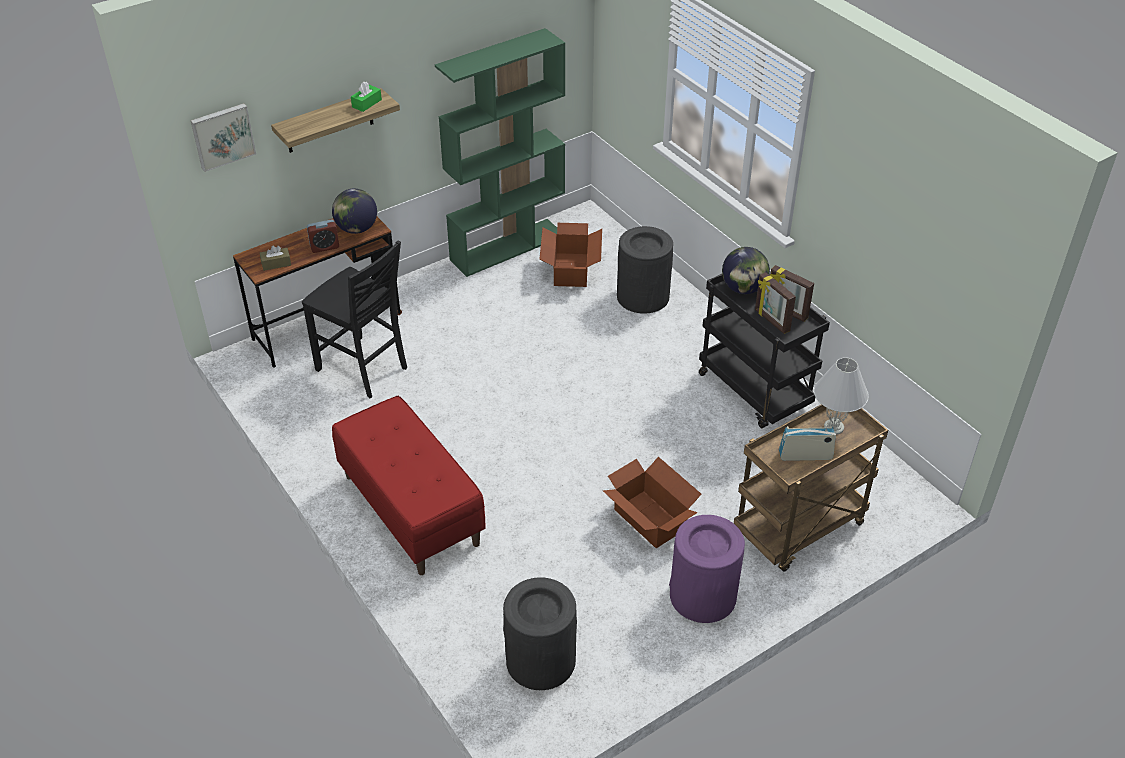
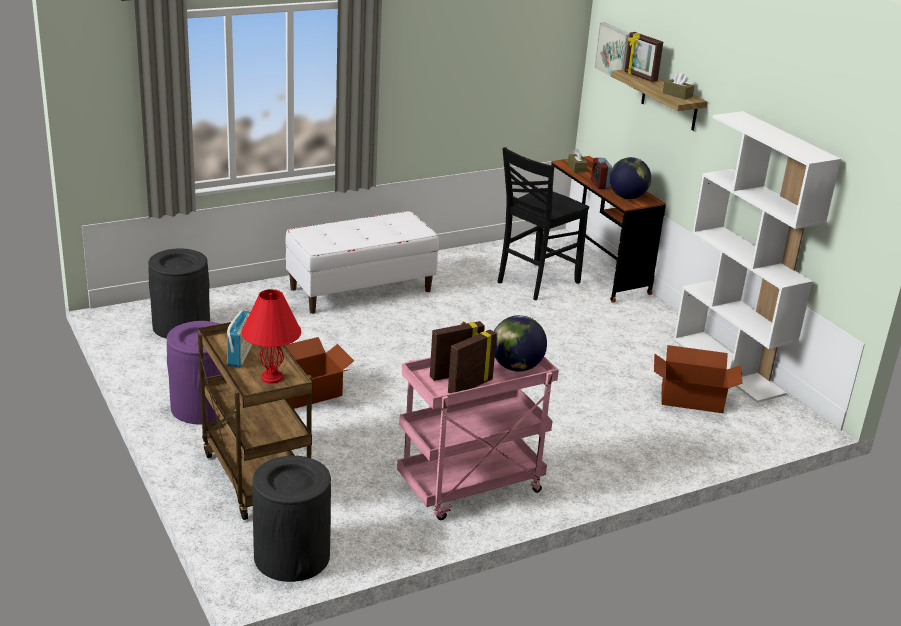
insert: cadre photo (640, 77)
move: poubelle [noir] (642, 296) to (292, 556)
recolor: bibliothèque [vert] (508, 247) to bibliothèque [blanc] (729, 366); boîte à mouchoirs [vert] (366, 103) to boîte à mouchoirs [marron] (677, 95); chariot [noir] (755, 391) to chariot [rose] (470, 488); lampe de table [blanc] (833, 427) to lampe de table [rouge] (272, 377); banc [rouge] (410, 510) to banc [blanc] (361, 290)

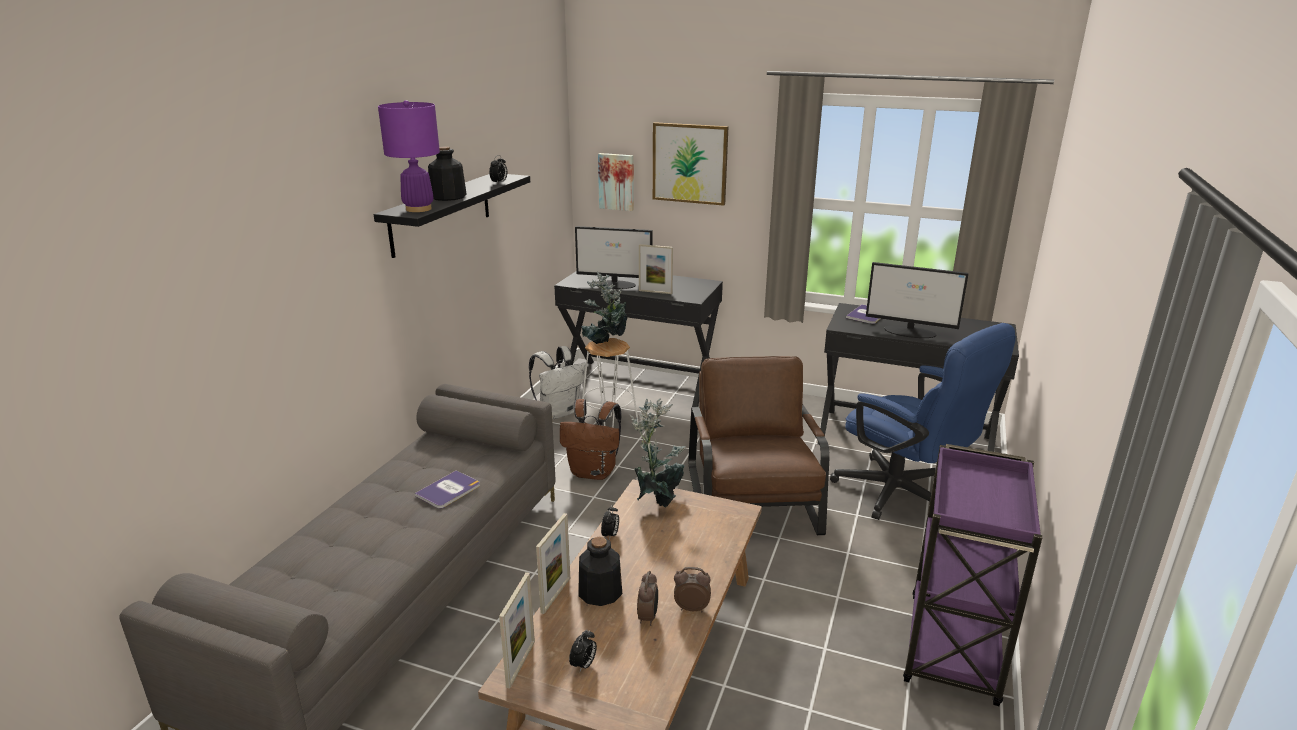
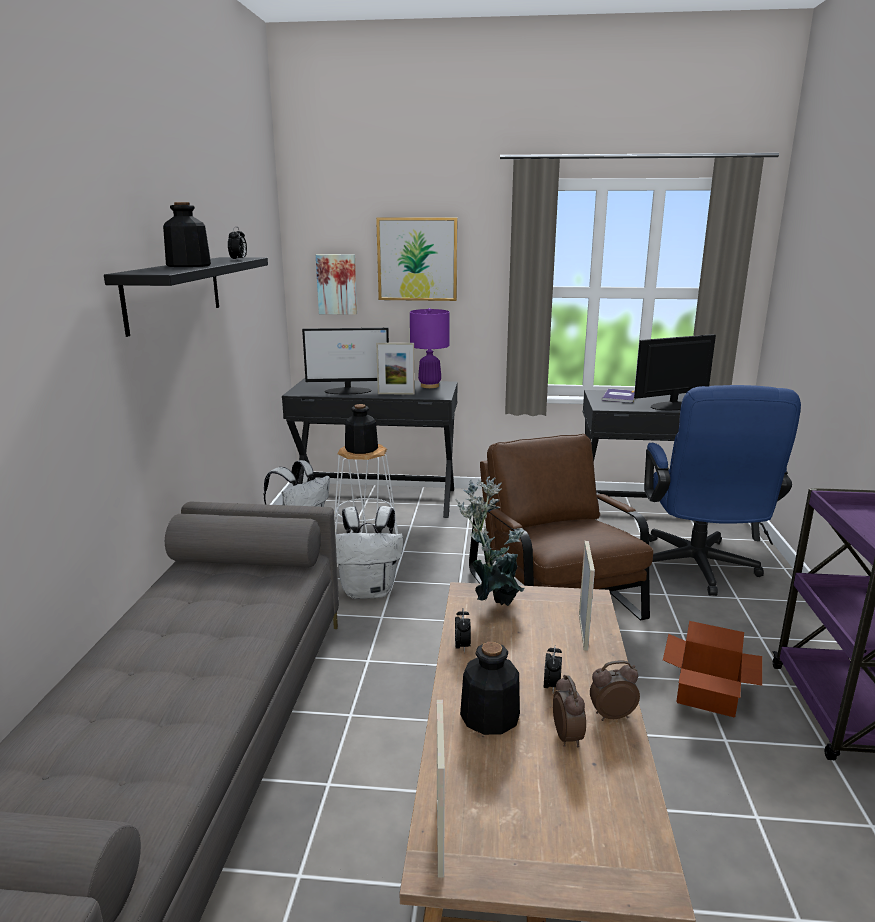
delete: livre (448, 490)
insert: carton (705, 695)
move: lampe de table [violet] (419, 209) to (429, 386); cadre photo (556, 595) to (583, 632); réveil (583, 665) to (551, 686)
replace: plante en pot (606, 345) to bouteille (361, 449)
recolor: sac à dos [marron] (594, 472) to sac à dos [blanc] (369, 591)
rotate: écran d'ordinateur (910, 332) = (672, 406) 150 degrees clockwise; chaise de bureau [bleu] (904, 496) = (698, 570) 60 degrees clockwise

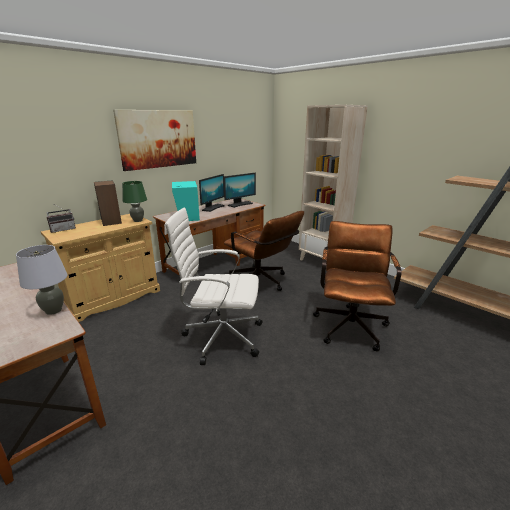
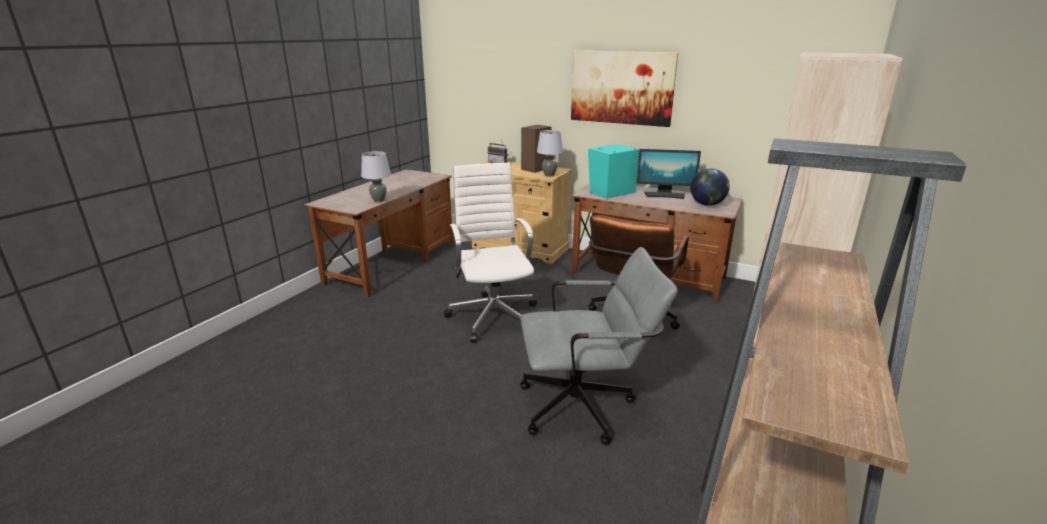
replace: écran d'ordinateur (240, 204) to globe (707, 204)
recolor: lampe de table [vert] (138, 220) to lampe de table [gris] (549, 175); chaise de bureau [marron] (350, 323) to chaise de bureau [gris] (586, 406)

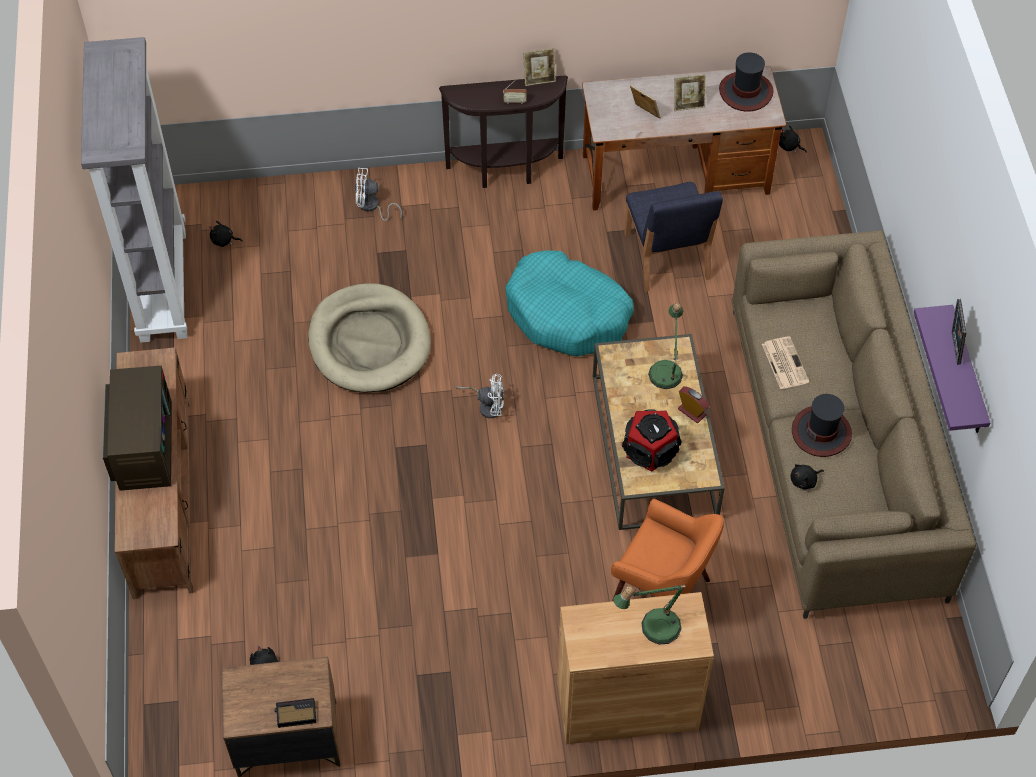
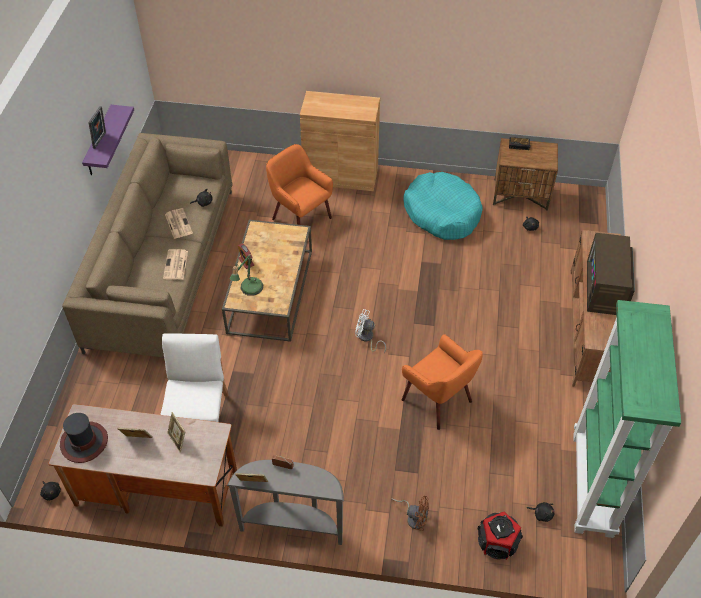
delete: lampe de table (653, 627)
move: panier pour chien [turquoise] (567, 314) to (442, 213); enceinte (650, 450) to (497, 543)
replace: panier pour chien [beige] (369, 342) to fauteuil [orange] (438, 400); chapeau (821, 432) to journal (178, 223)
recolor: bibliothèque [gris] (162, 284) to bibliothèque [vert] (593, 485); table console [marron] (506, 172) to table console [gris] (293, 525); ventilateur [blanc] (371, 207) to ventilateur [marron] (414, 517); chaise [bleu] (666, 257) to chaise [blanc] (199, 417)

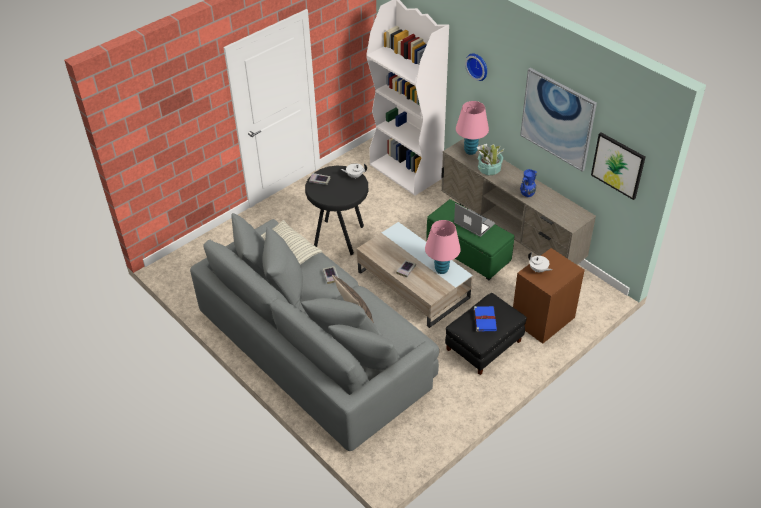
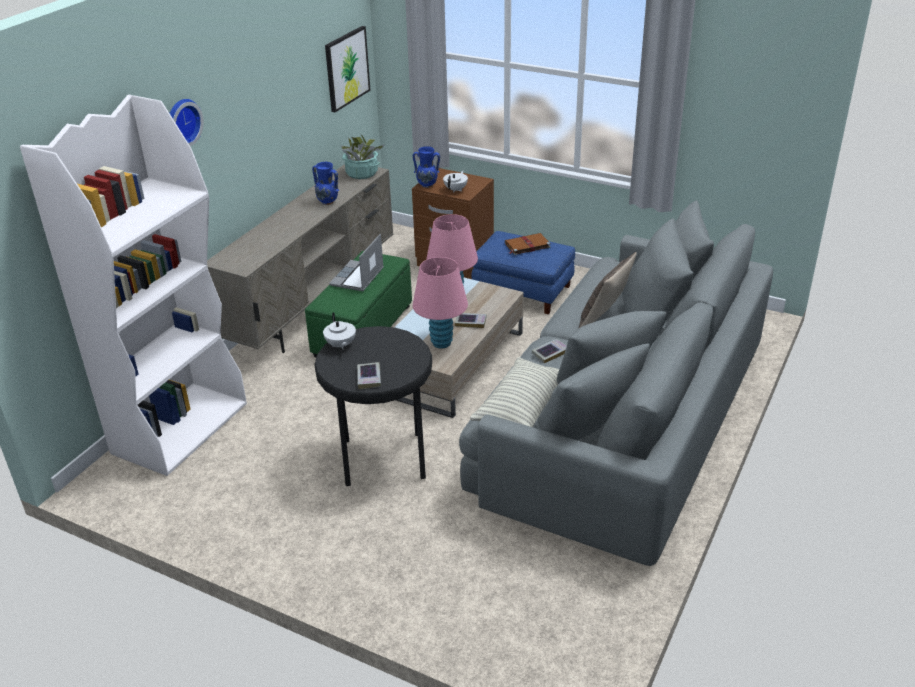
delete: tableau (557, 119)
insert: vase [bleu] (427, 185)
move: lampe de table [rose] (470, 151) to (441, 343); plante en pot (489, 169) to (361, 173)
recolor: pouf [noir] (484, 345) to pouf [bleu] (523, 291); livre [bleu] (485, 319) to livre [marron] (526, 245)

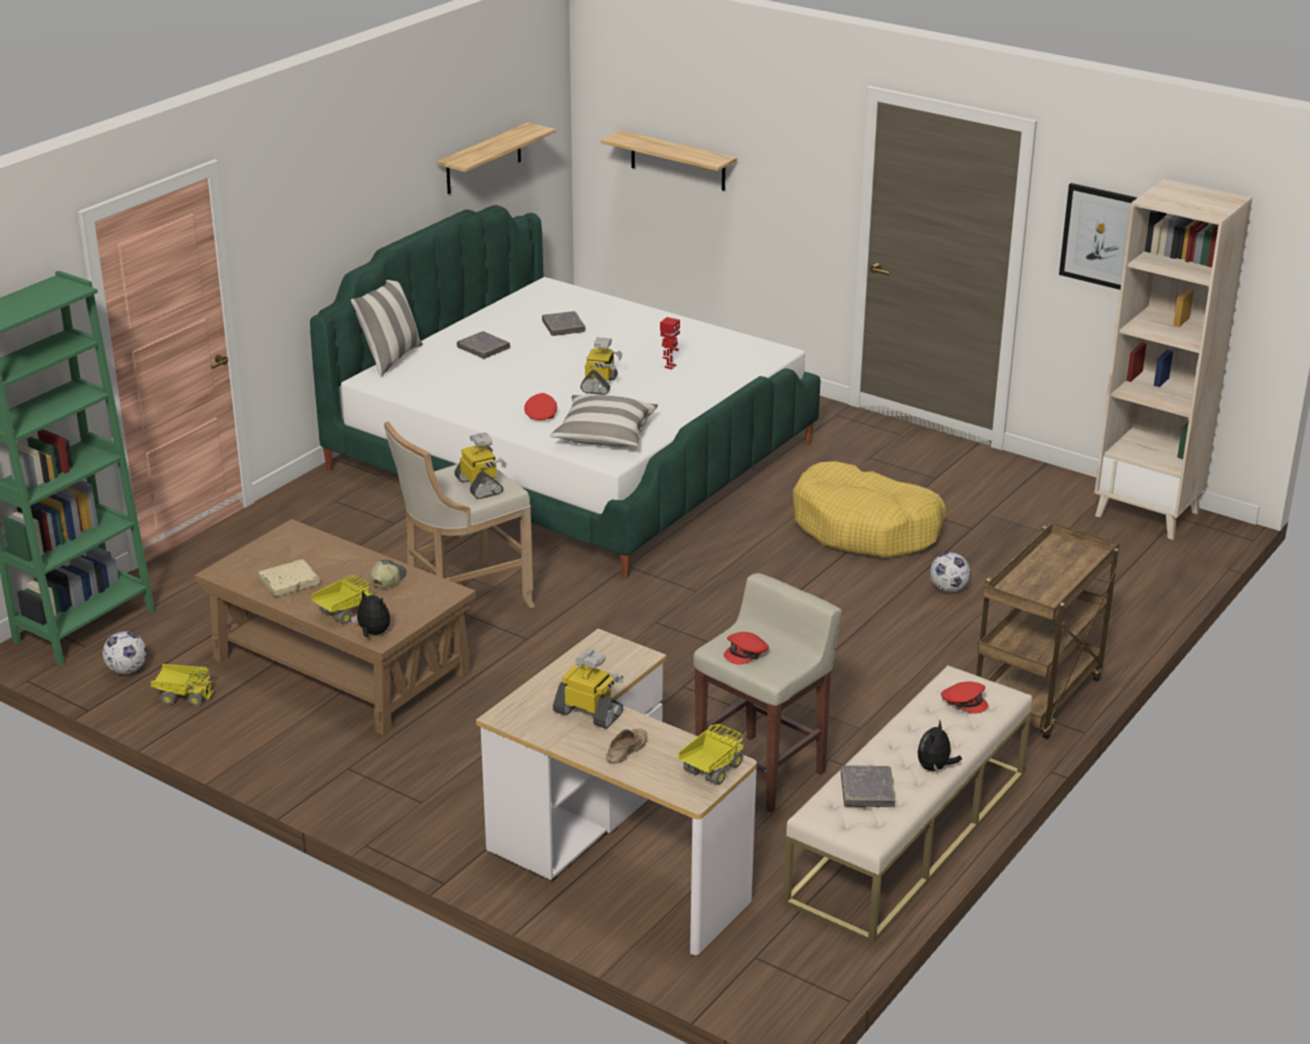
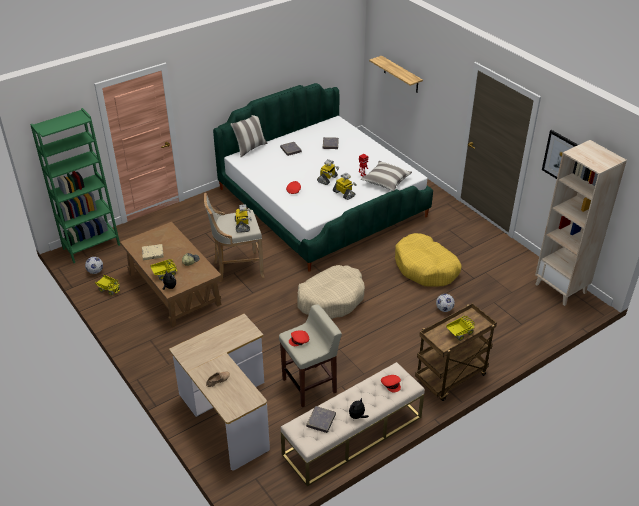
delete: étagère (483, 159)
insert: panier pour chien [beige] (331, 299)
move: coussin (604, 435) to (386, 181); robot jouet (589, 713) to (344, 194); camion jouet (711, 770) to (459, 333)

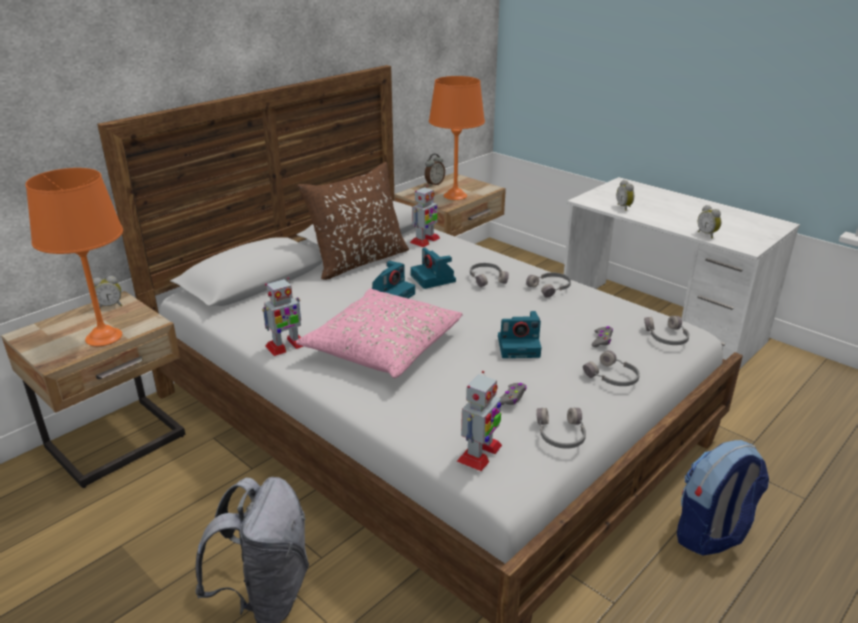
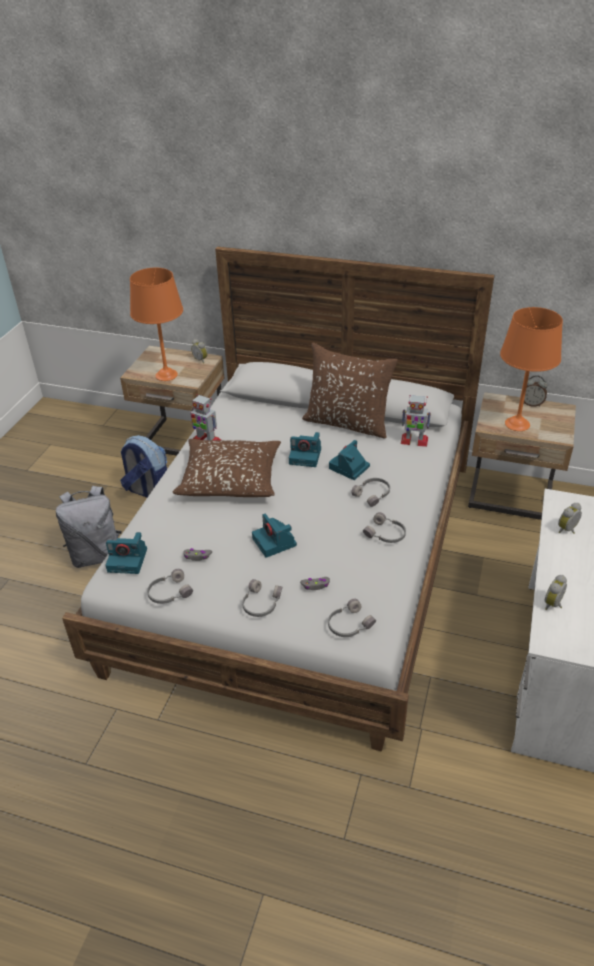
move: sac à dos (711, 534) to (149, 493)
replace: robot jouet (479, 453) to appareil photo (128, 560)
recolor: coussin [rose] (383, 346) to coussin [marron] (230, 479)

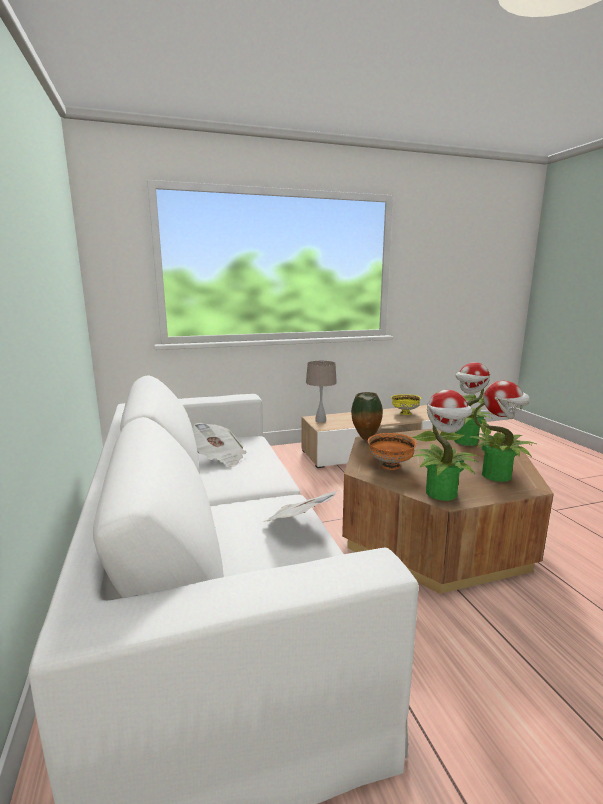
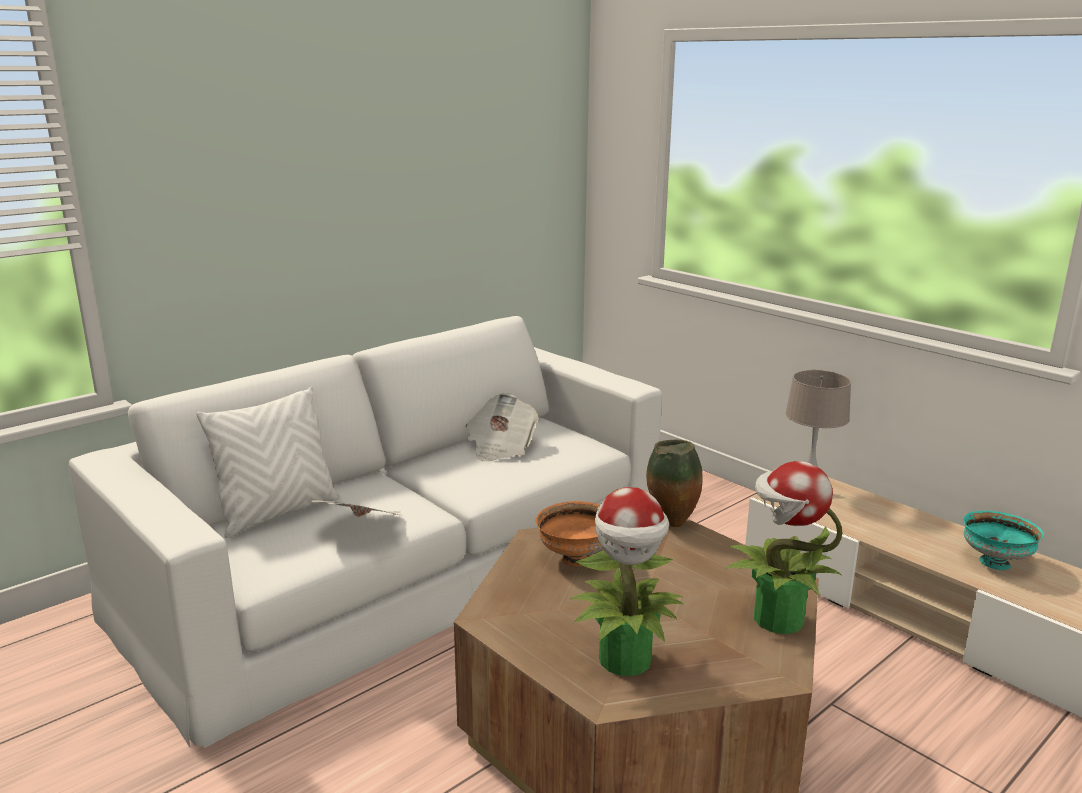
delete: plante en pot (442, 494)
insert: coussin [blanc] (277, 513)
recolor: bol [jaune] (404, 413) to bol [turquoise] (994, 562)

